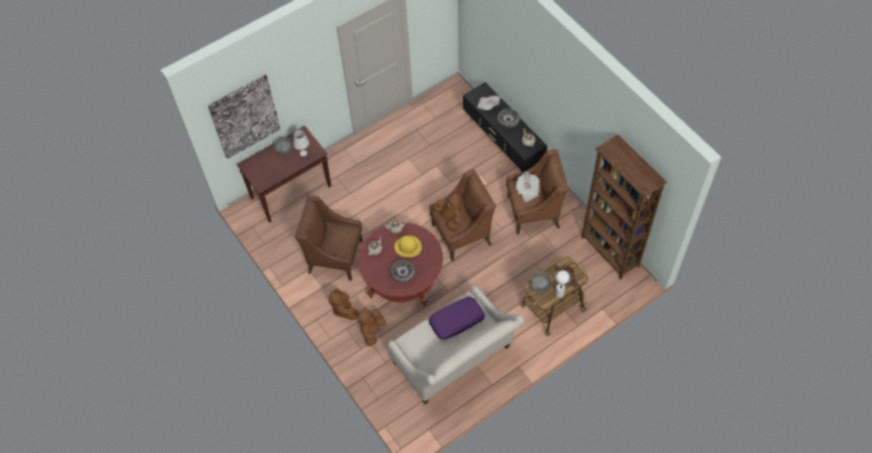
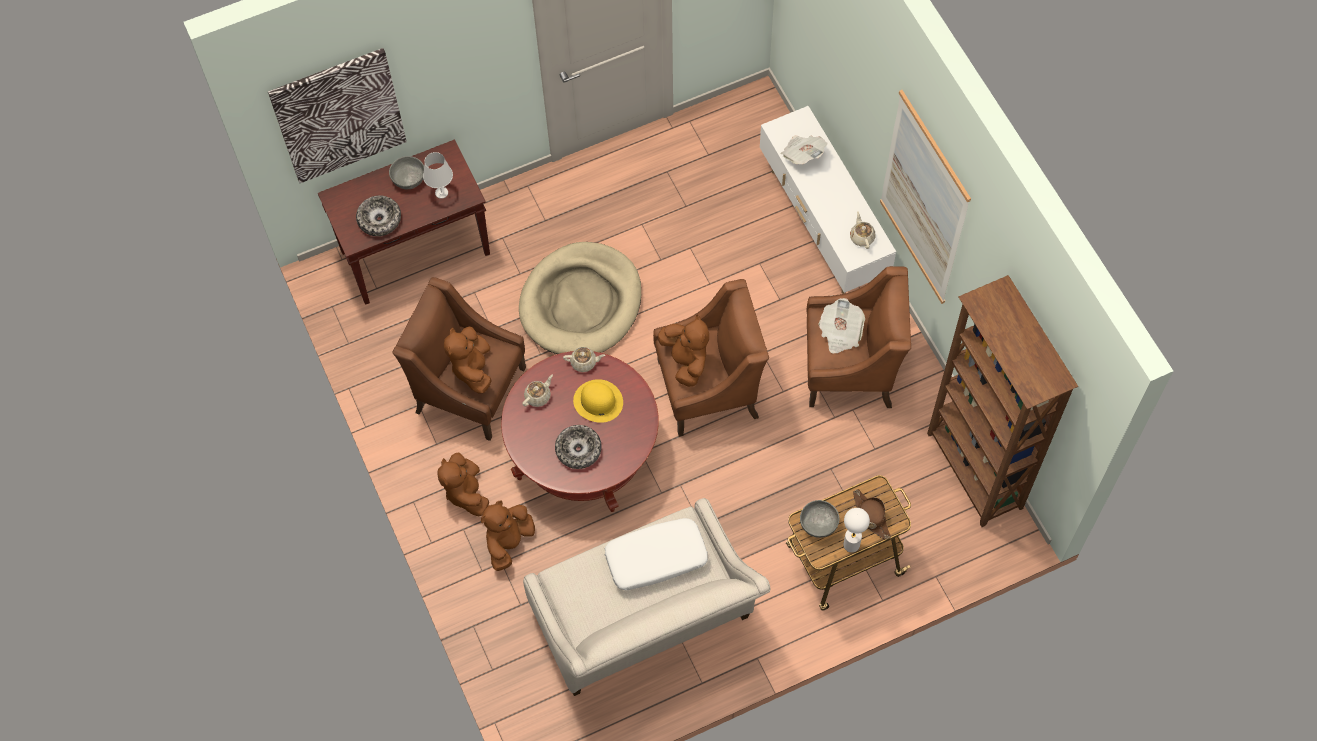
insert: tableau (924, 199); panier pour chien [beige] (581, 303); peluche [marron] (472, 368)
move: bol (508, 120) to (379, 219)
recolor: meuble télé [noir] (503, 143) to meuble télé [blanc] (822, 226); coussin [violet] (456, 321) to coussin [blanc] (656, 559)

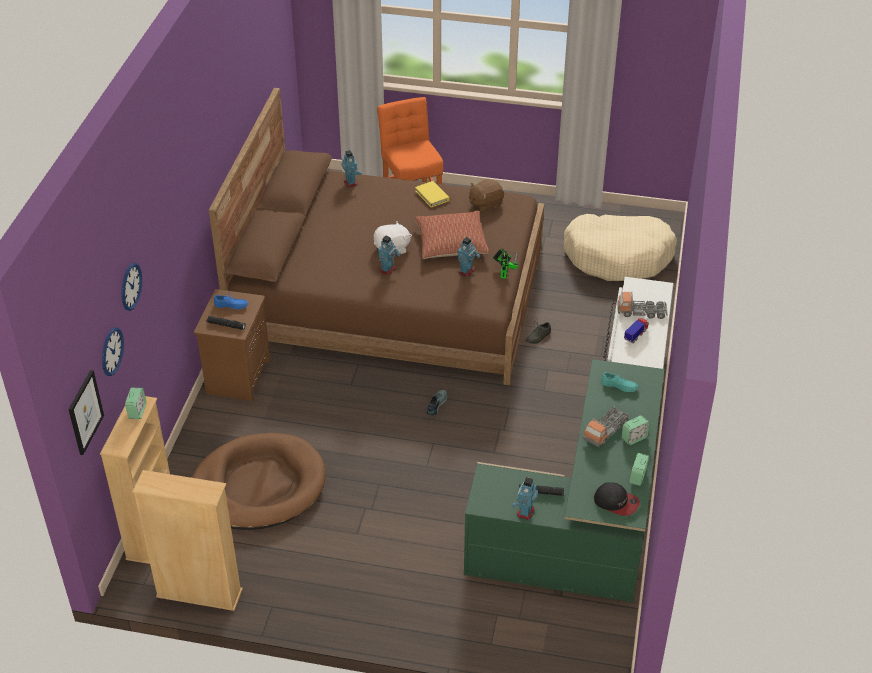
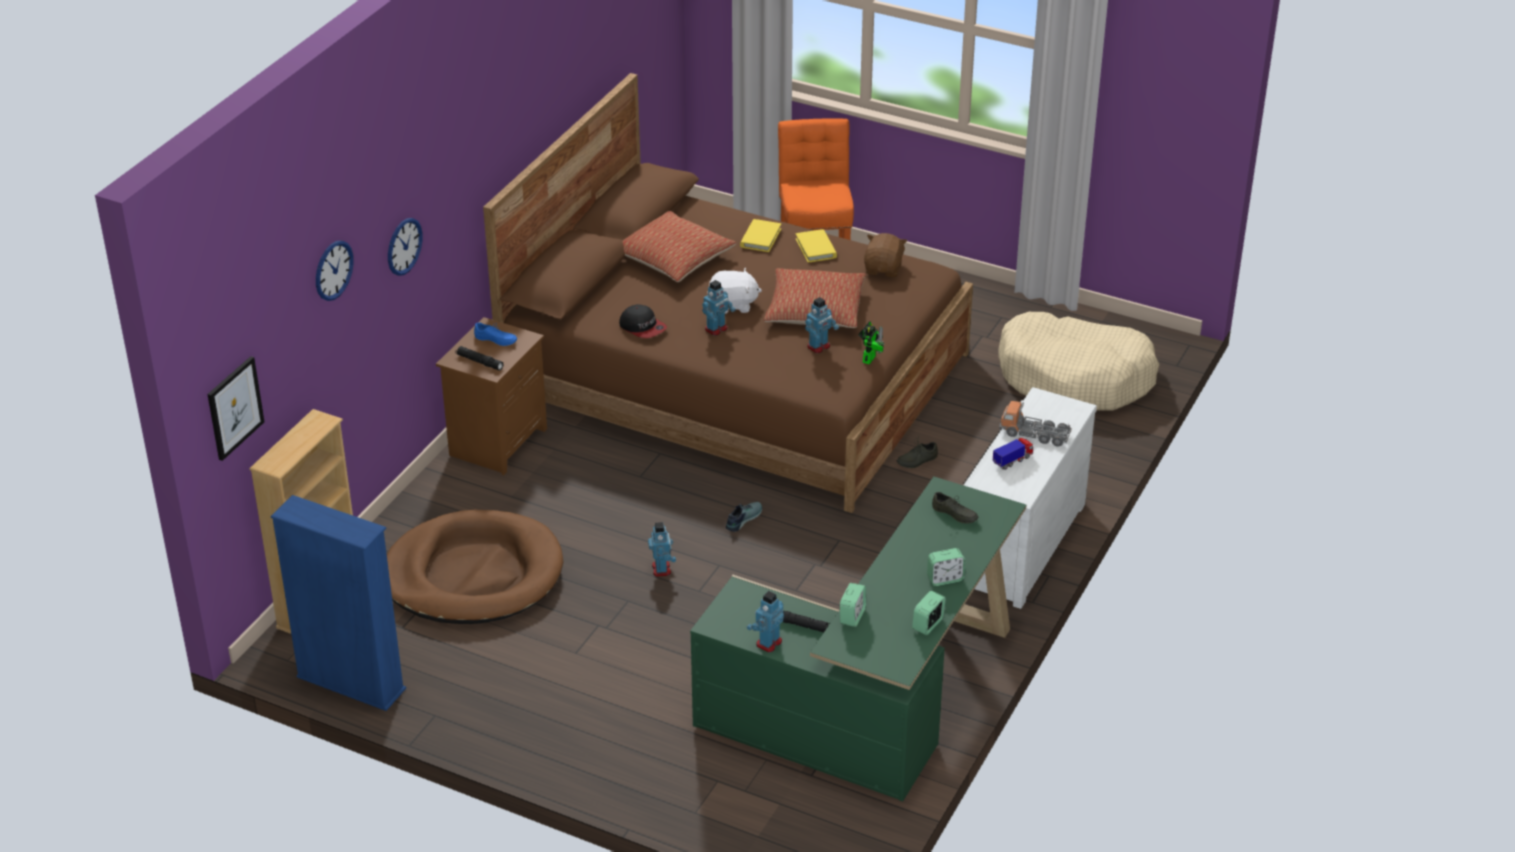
delete: camion jouet (605, 431)
insert: coussin (673, 259); livre [jaune] (760, 238)
move: robot jouet (351, 182) to (662, 569); horloge murale (112, 351) to (404, 246); réveil (137, 411) to (852, 616); casquette (616, 502) to (643, 327)
recolor: chaussure [turquoise] (619, 387) to chaussure [gris] (953, 515); bibliothèque [beige] (199, 593) to bibliothèque [bleu] (351, 683)
rotate: peluche [marron] (485, 204) = (884, 269) 120 degrees clockwise

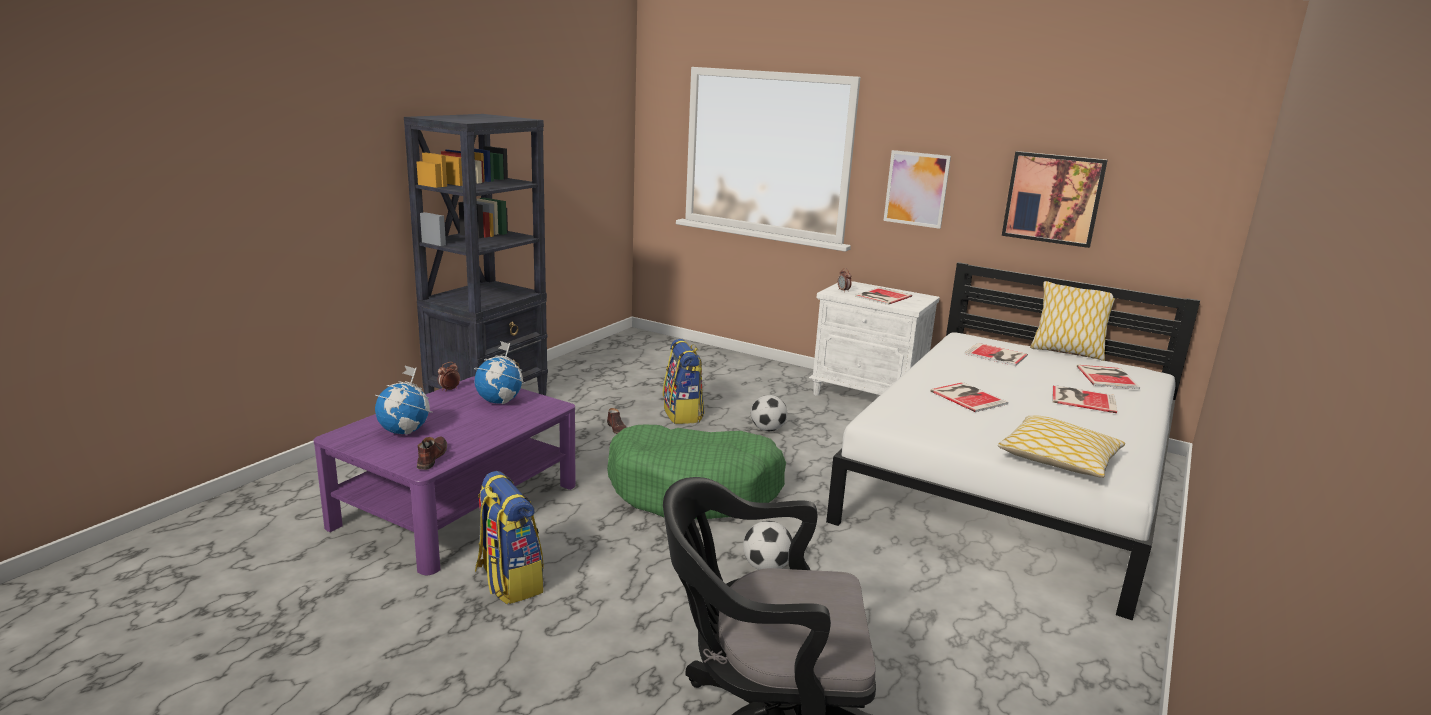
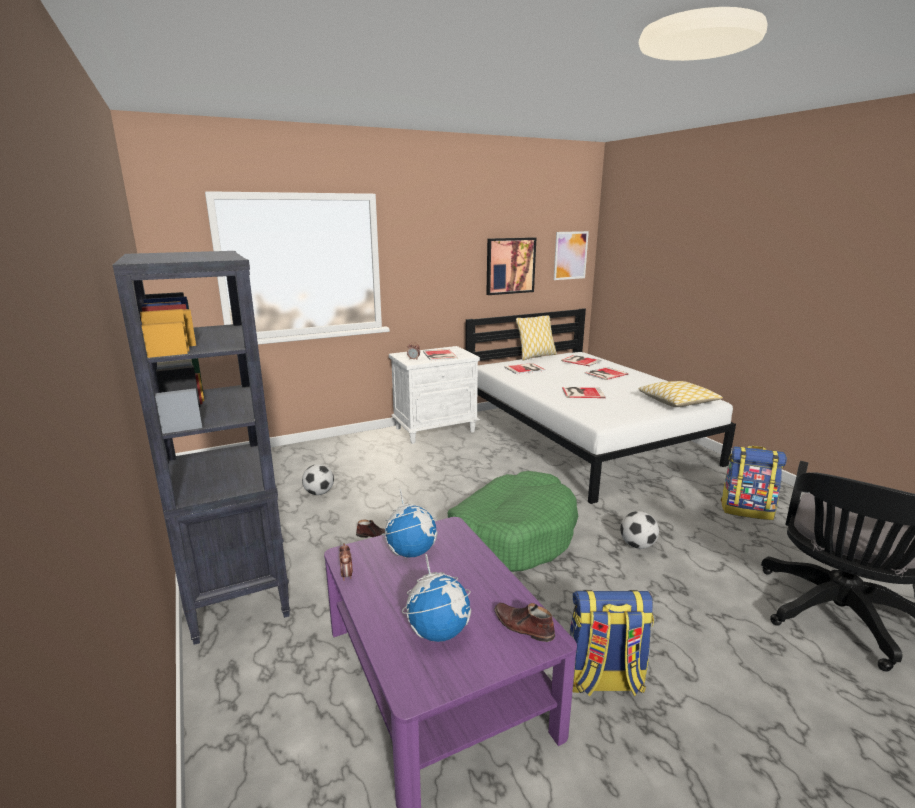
move: tableau (916, 189) to (570, 255); sac à dos (683, 414) to (746, 510); ballon de foot (767, 429) to (319, 493)

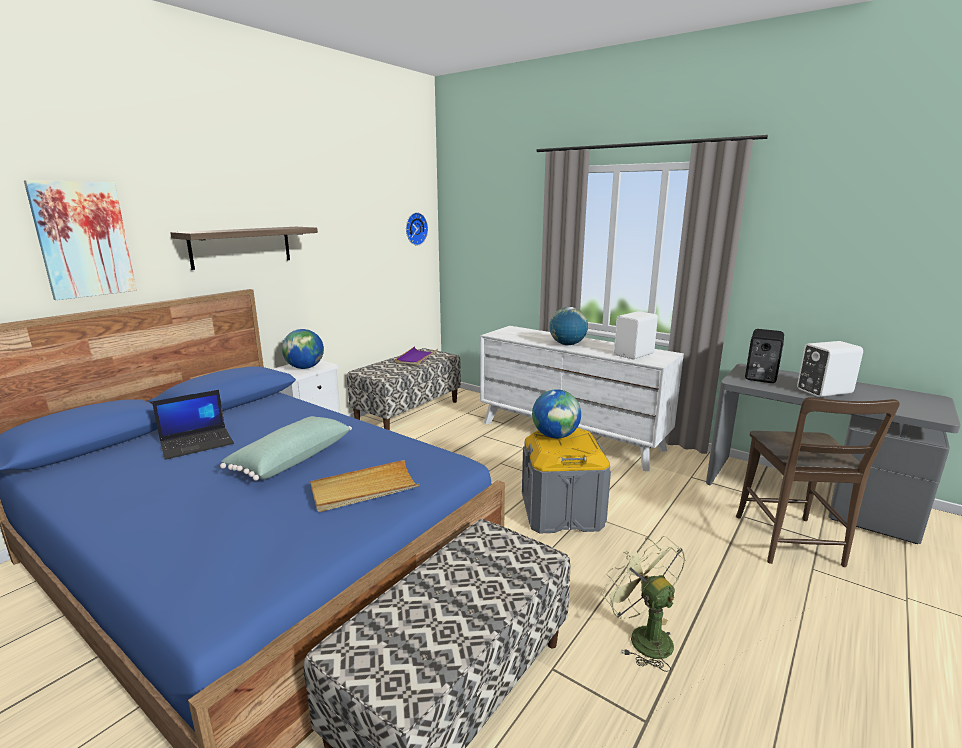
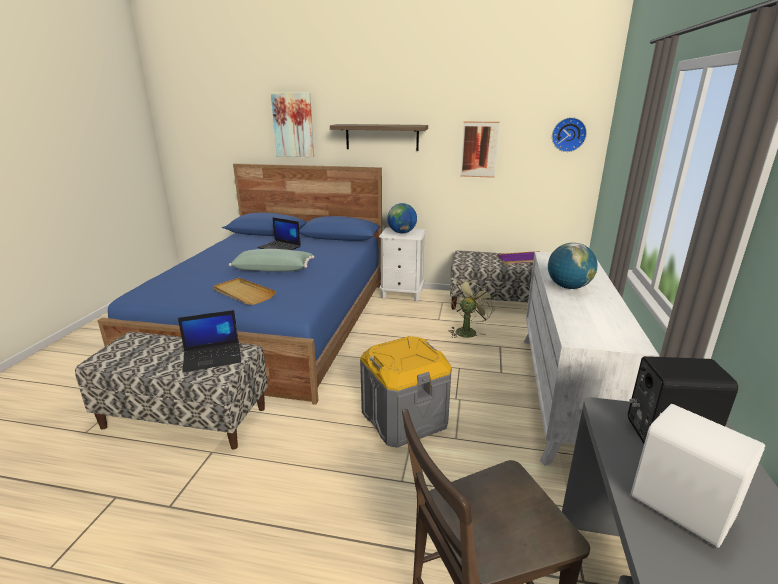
delete: enceinte [blanc] (635, 354); globe (555, 436)
insert: tableau (479, 149); ordinateur portable (213, 357)
move: ventilateur [vert] (643, 637) to (467, 331)

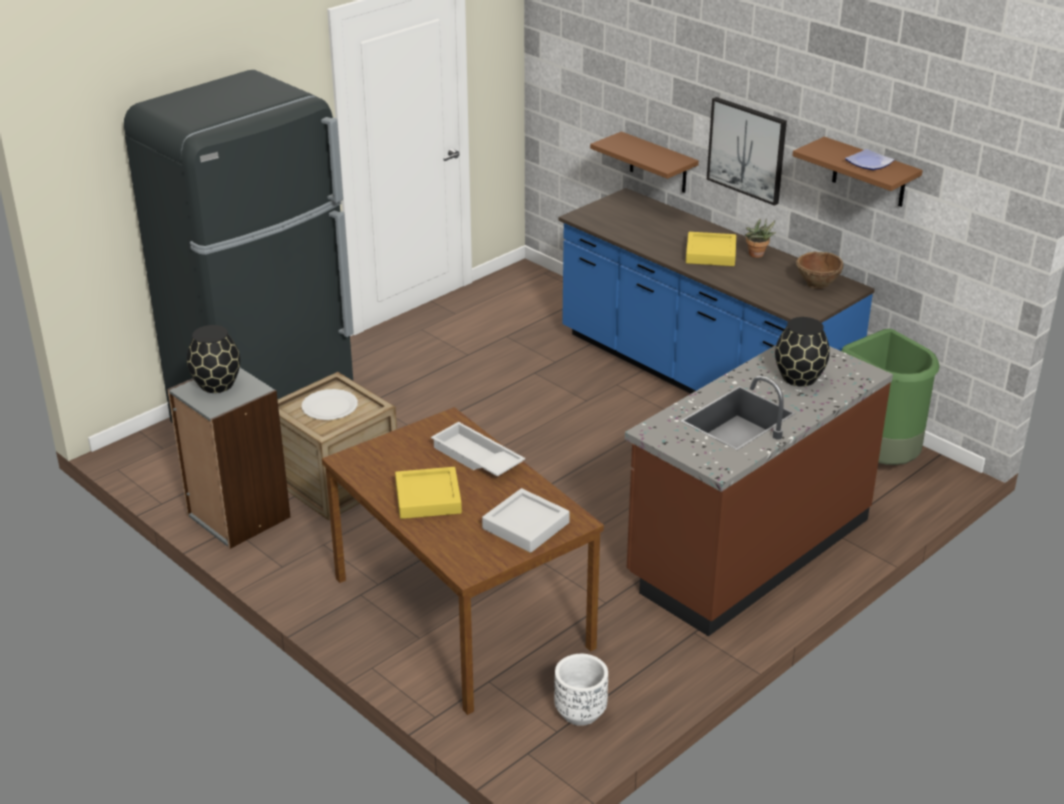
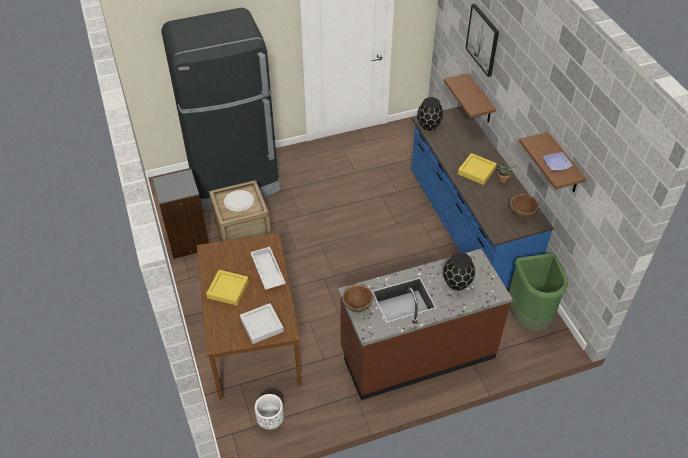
insert: bol [marron] (357, 307)
move: tableau (747, 150) to (483, 40); vase [noir] (216, 384) to (428, 125)

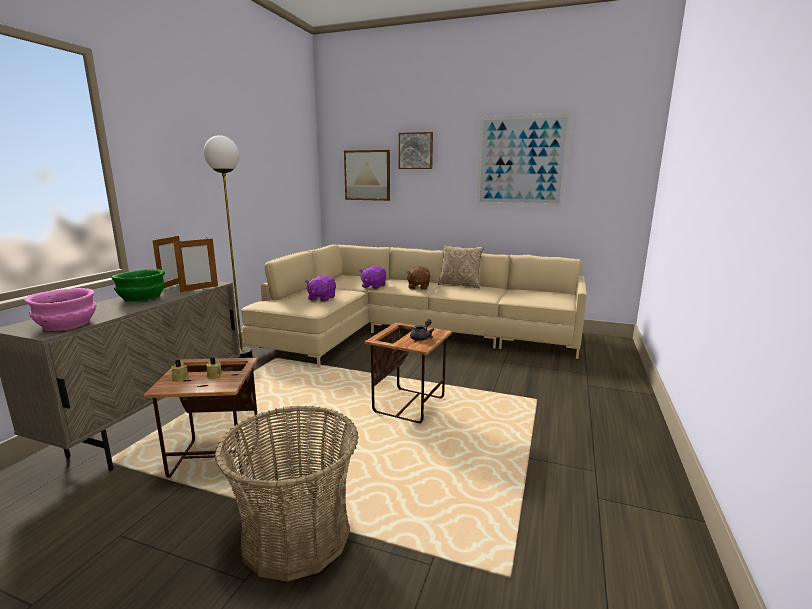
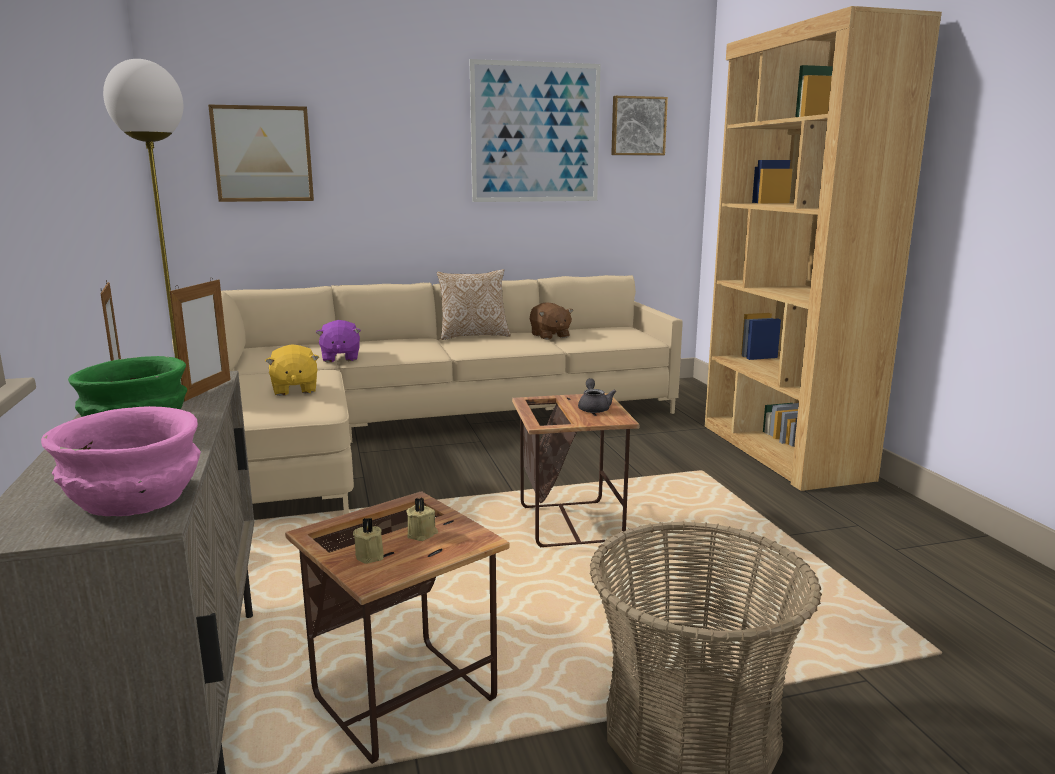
insert: bibliothèque [marron] (781, 451)
move: tableau (416, 151) to (638, 126); peluche [marron] (418, 287) to (549, 336)
recolor: peluche [violet] (321, 298) to peluche [jaune] (294, 389)

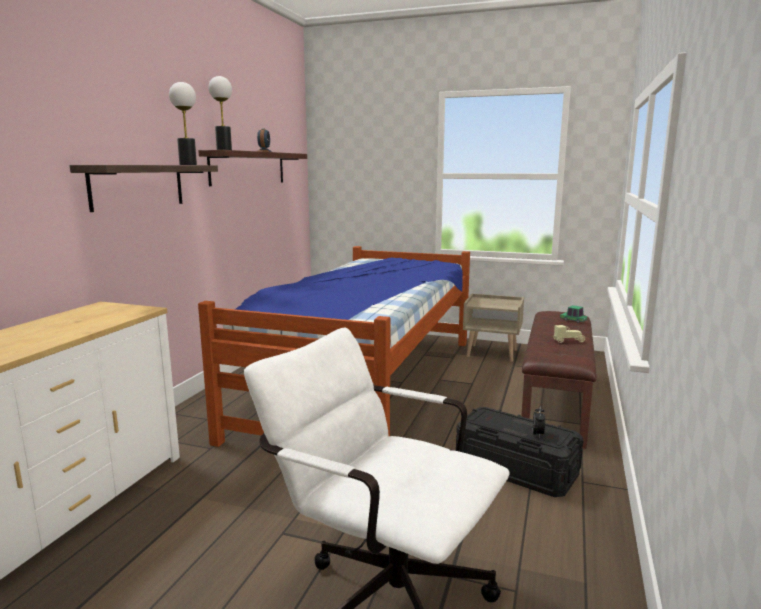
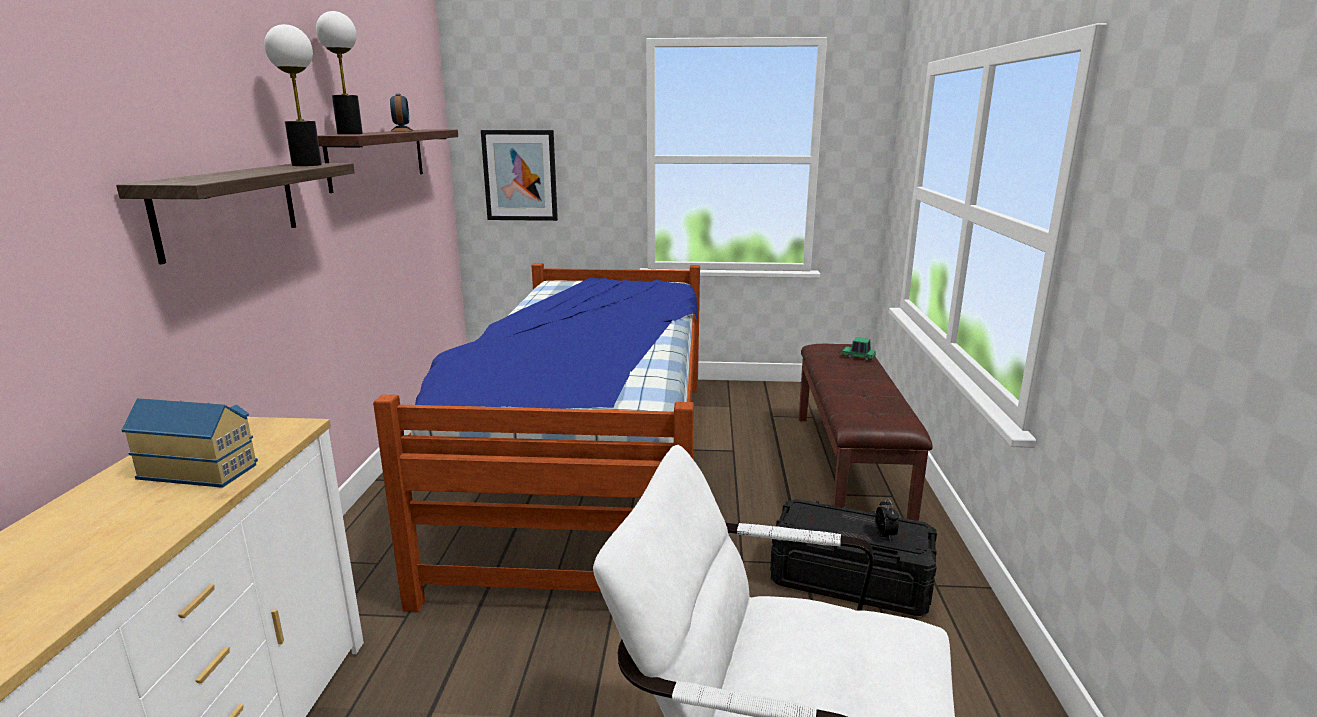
delete: table de chevet [beige] (492, 353); petite voiture [beige] (568, 341)
insert: tableau (520, 175); maison miniature (200, 469)

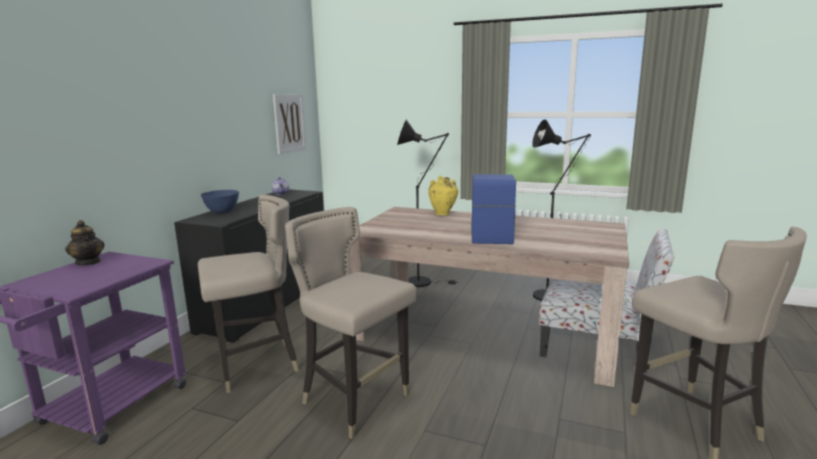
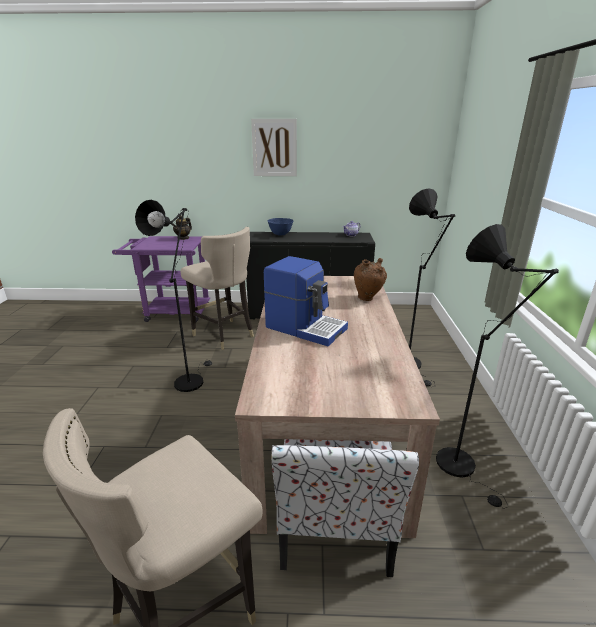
move: tableau (289, 123) to (274, 148)
replace: tabouret [beige] (355, 402) to lampadaire [noir] (191, 380)
recolor: vase [jaune] (443, 214) to vase [marron] (368, 298)
rotate: machine à café (490, 234) = (306, 327) 45 degrees clockwise

